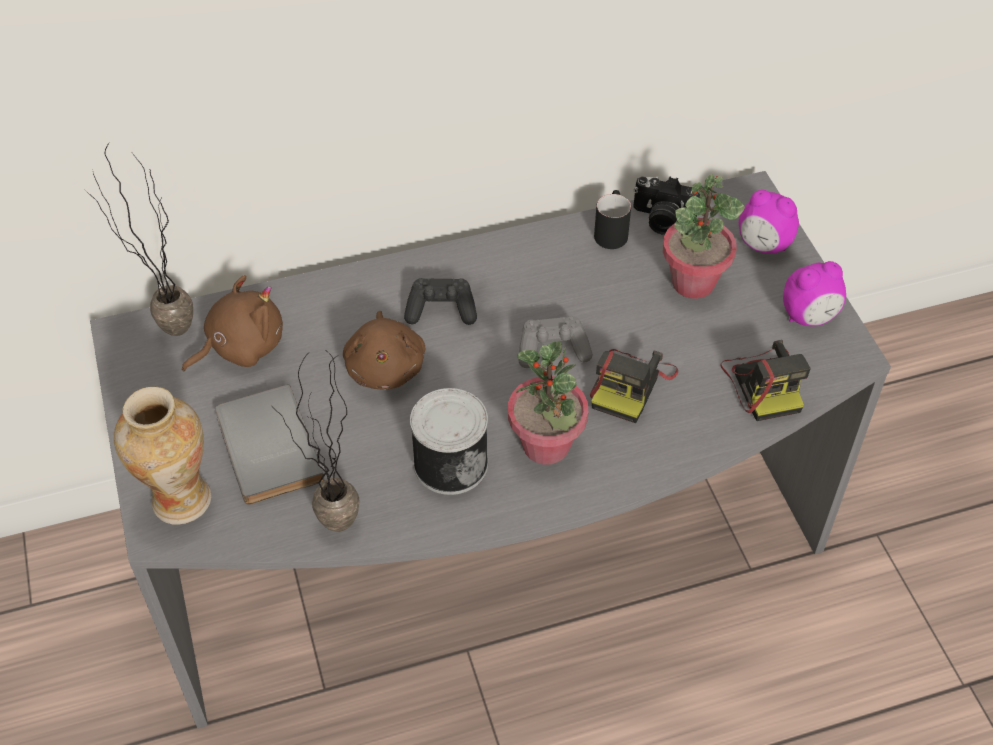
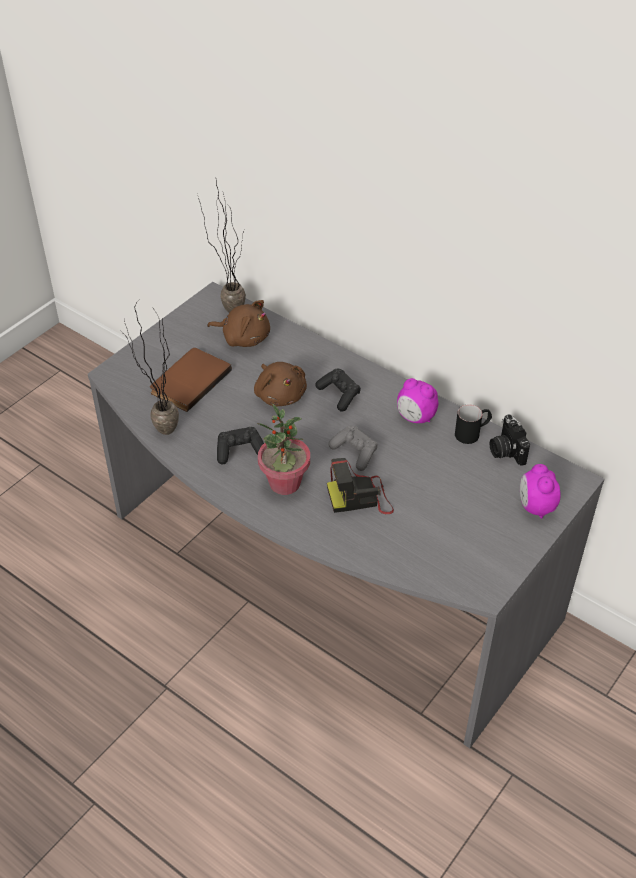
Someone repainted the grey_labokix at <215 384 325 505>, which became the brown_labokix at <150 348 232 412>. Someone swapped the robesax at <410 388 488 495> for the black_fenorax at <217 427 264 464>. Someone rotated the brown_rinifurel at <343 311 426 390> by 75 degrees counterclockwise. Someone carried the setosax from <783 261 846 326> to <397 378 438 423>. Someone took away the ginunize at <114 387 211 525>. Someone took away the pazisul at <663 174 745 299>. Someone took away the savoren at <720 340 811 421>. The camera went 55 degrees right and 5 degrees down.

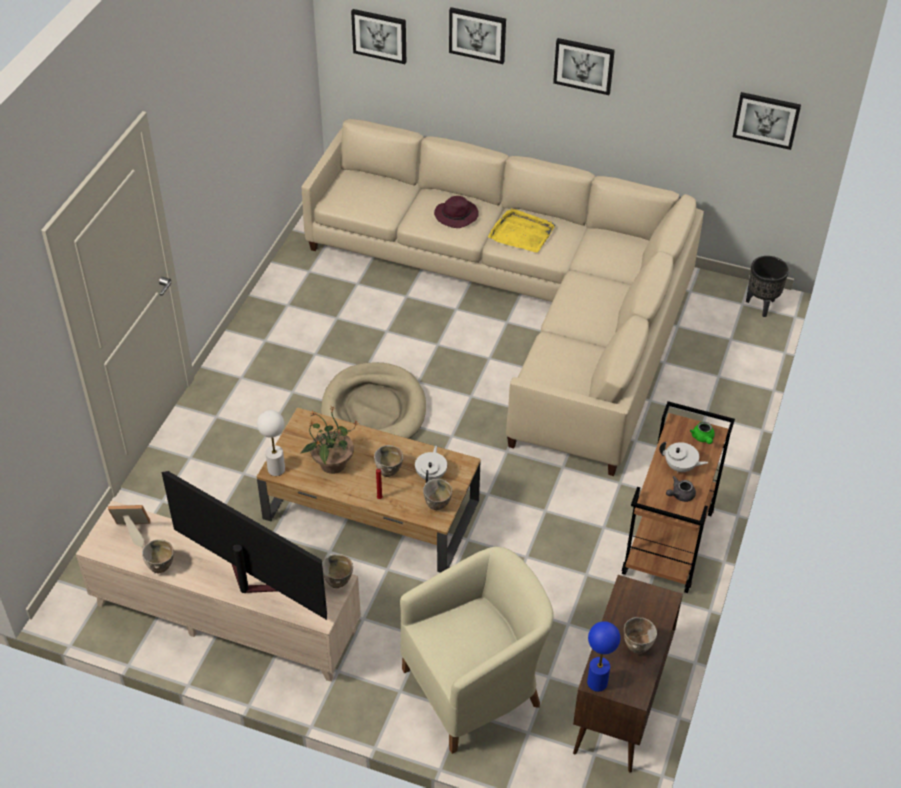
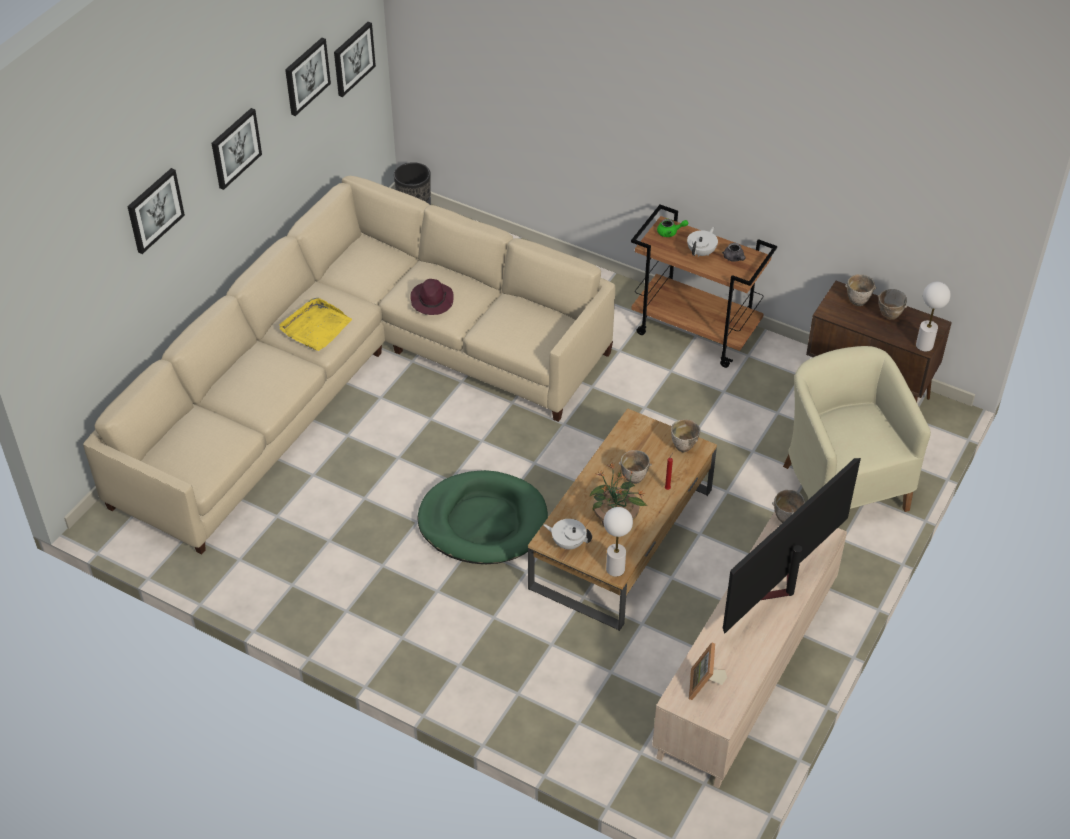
Someone carried the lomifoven from <351 9 406 64> to <285 38 331 116>. Someone carried the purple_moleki from <434 196 479 228> to <410 279 454 315>. Someone repainted the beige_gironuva at <321 362 426 439>, which became the green_gironuva at <418 470 548 564>. Someone carried the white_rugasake from <415 446 447 483> to <544 519 592 550>. Someone carried the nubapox from <142 539 174 573> to <845 274 876 306>. Someone repainted the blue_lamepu at <587 621 620 692>, which became the white_lamepu at <916 282 951 352>. The camera went 80 degrees left and 0 degrees up.

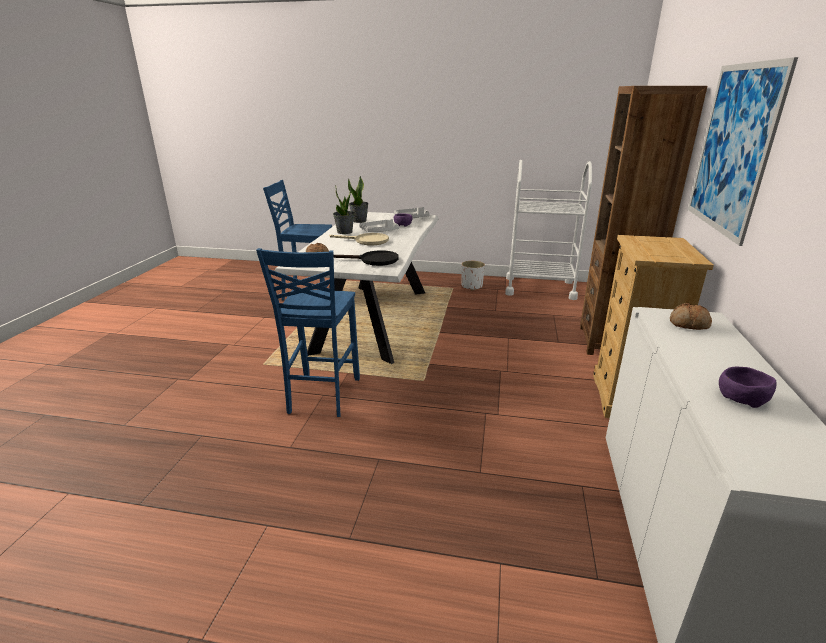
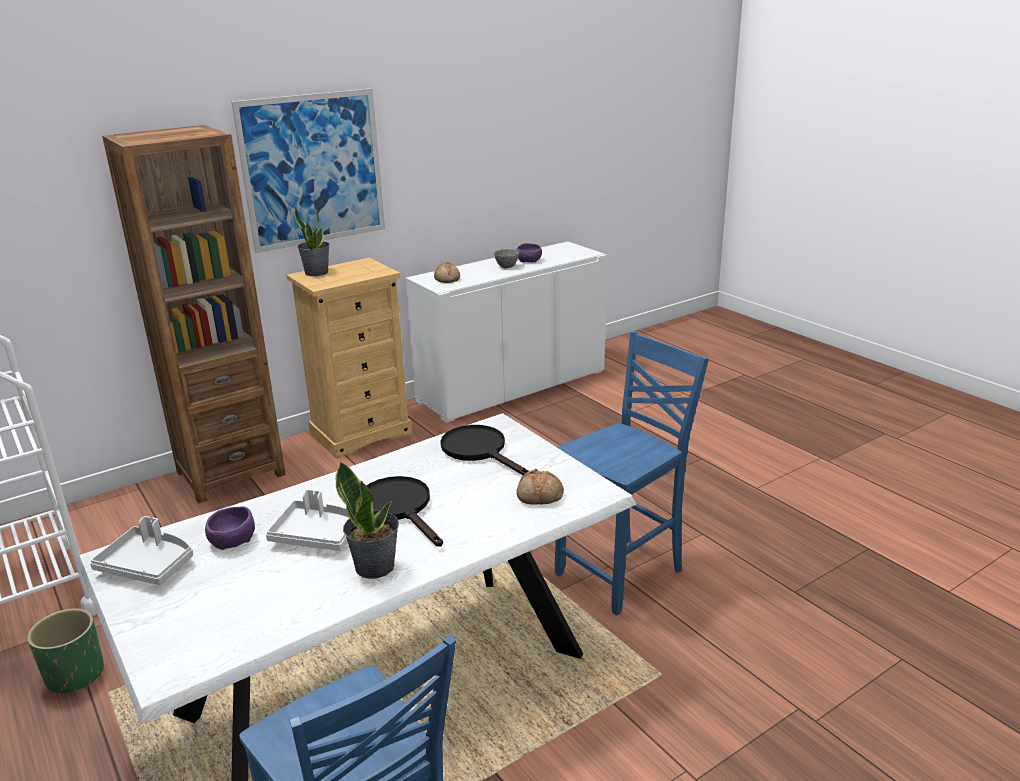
Someone repainted the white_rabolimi at <461 261 485 290>, which became the green_rabolimi at <27 608 104 693>. Someone carried the pazisul from <348 176 369 223> to <294 206 329 276>. Someone repainted the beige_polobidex at <329 233 389 246>, which became the black_polobidex at <367 476 443 547>. Someone put down the grey_nubapox at <494 249 519 269>. The camera went 135 degrees left and 0 degrees up.

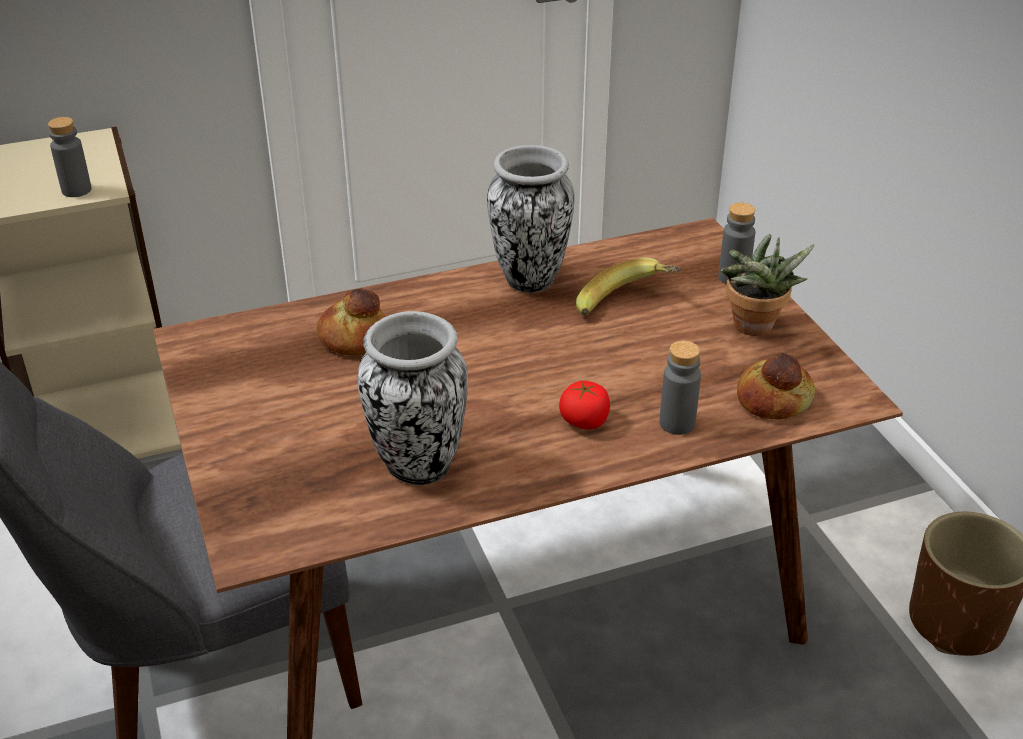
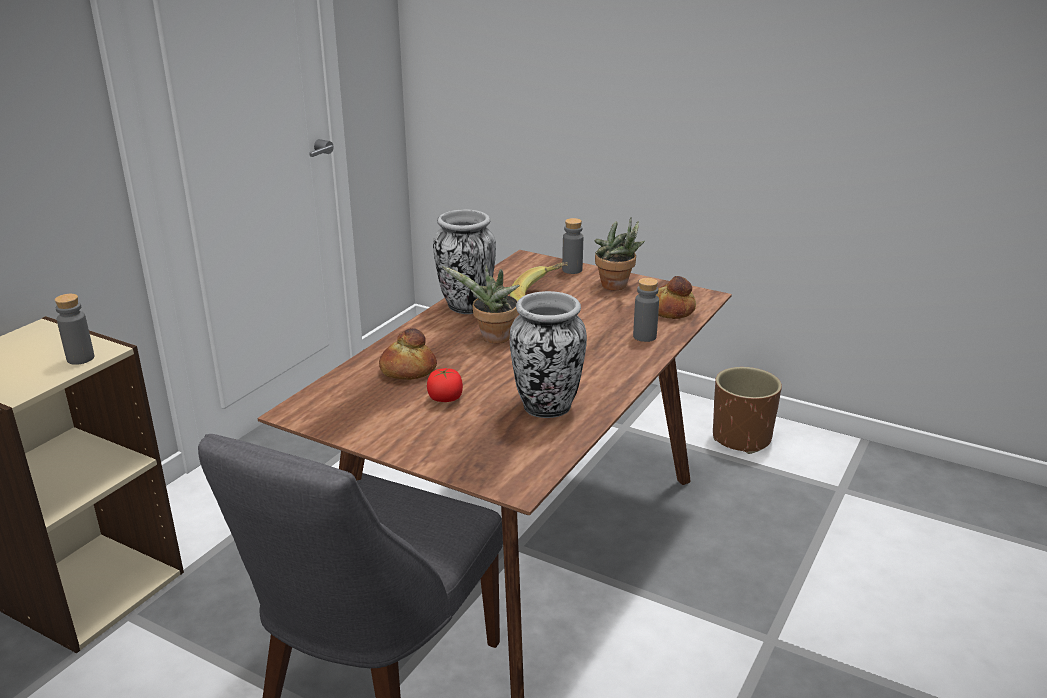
Someone carried the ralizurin from <559 381 610 429> to <427 368 463 402>. Someone put down the pazisul at <442 265 520 344>. The camera went 40 degrees left and 10 degrees down.

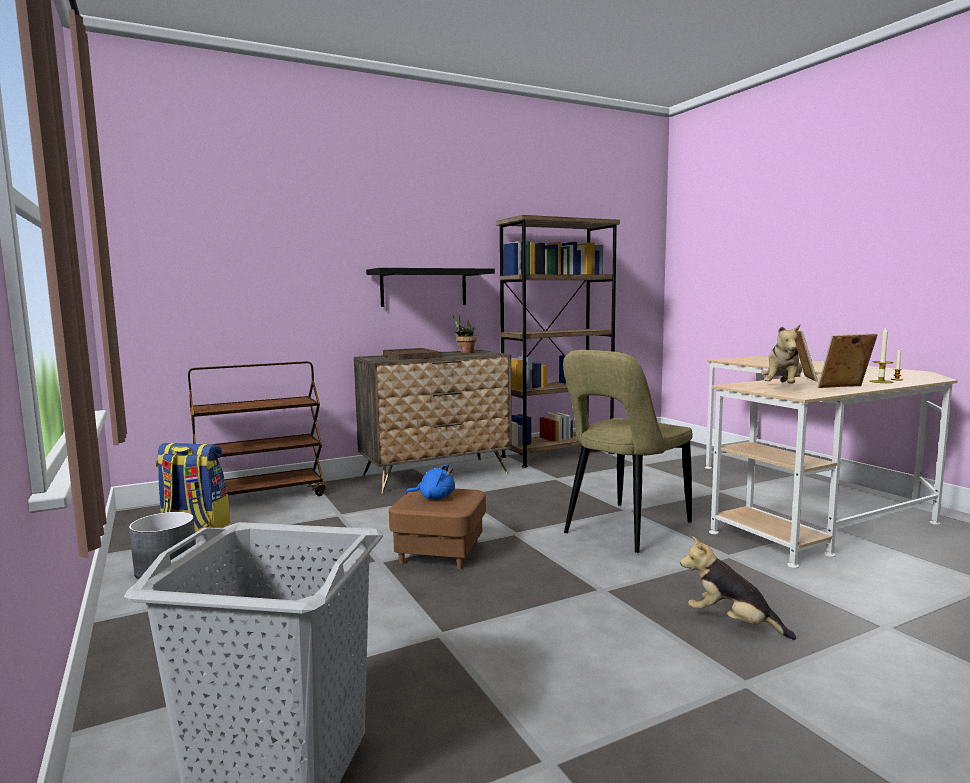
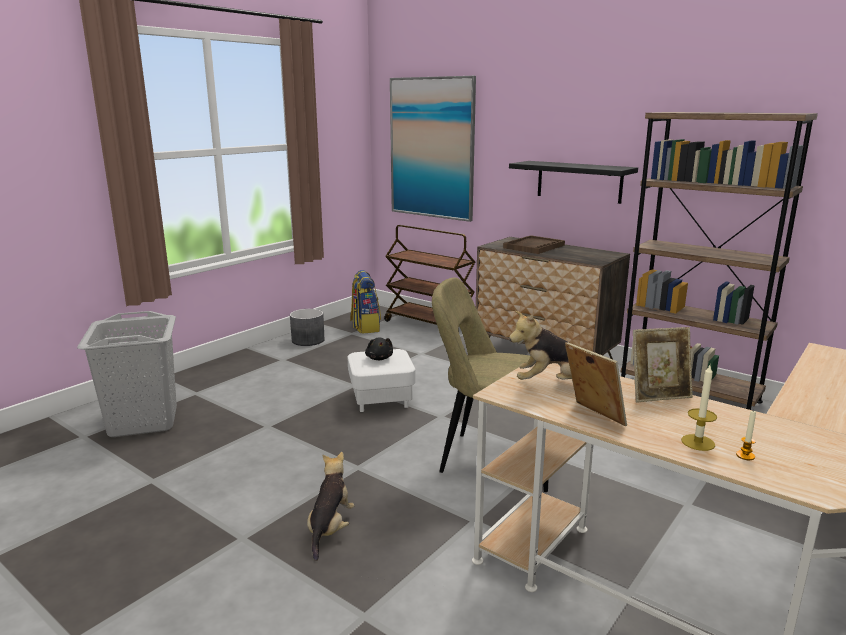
Someone repainted the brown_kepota at <389 489 486 569>, which became the white_kepota at <347 349 416 412>. Someone repainted the blue_rinifurel at <405 464 455 499>, which became the black_rinifurel at <365 338 393 360>. Someone put up the lomifoven at <390 76 476 222>. Someone took away the pazisul at <453 316 477 353>. The camera went 65 degrees right and 10 degrees up.

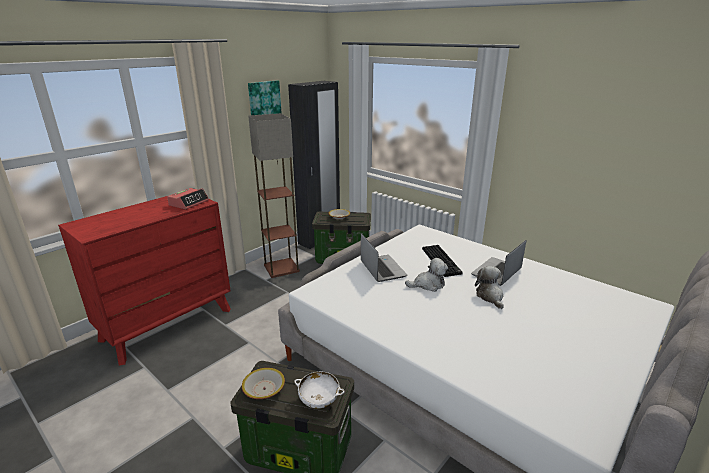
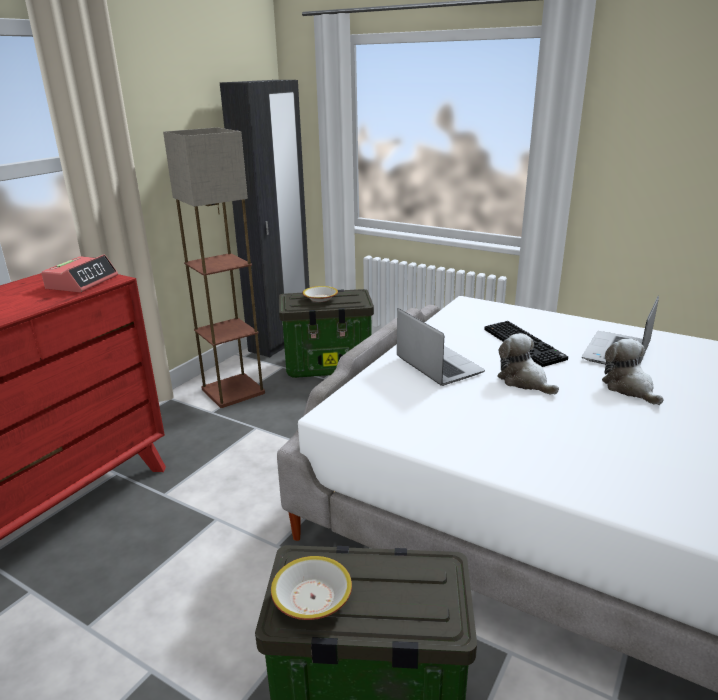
Someone rotated the rinifurel at <405 258 448 292> by 105 degrees counterclockwise. Someone took away the lomifoven at <248 80 282 115>. Someone took away the white_nubapox at <294 372 345 409>. The camera went 10 degrees left and 0 degrees up.

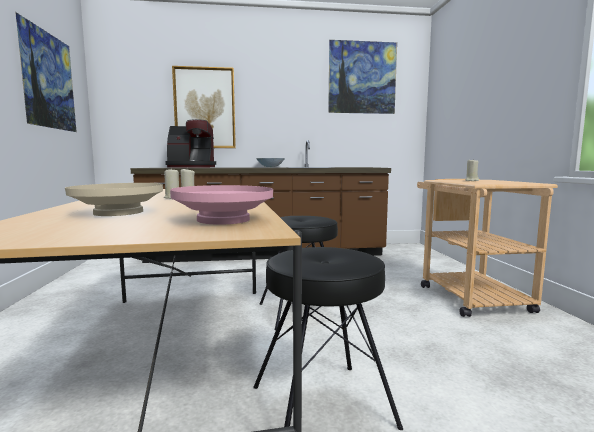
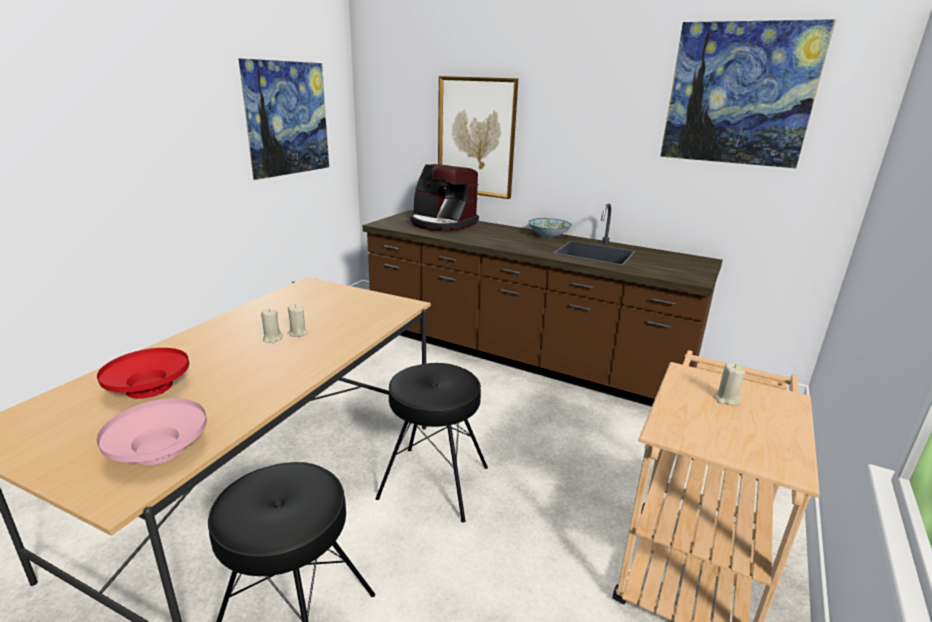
Someone repainted the beige_nubapox at <65 183 163 216>, which became the red_nubapox at <97 348 189 399>. The camera went 35 degrees right and 15 degrees up.

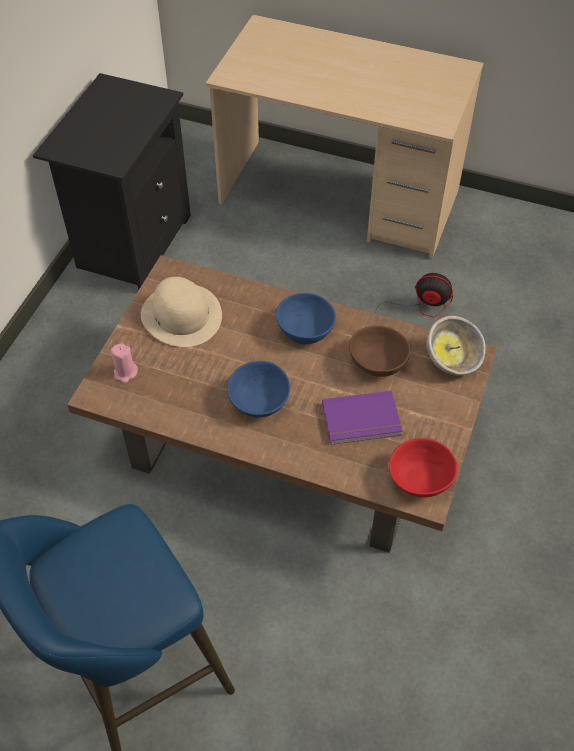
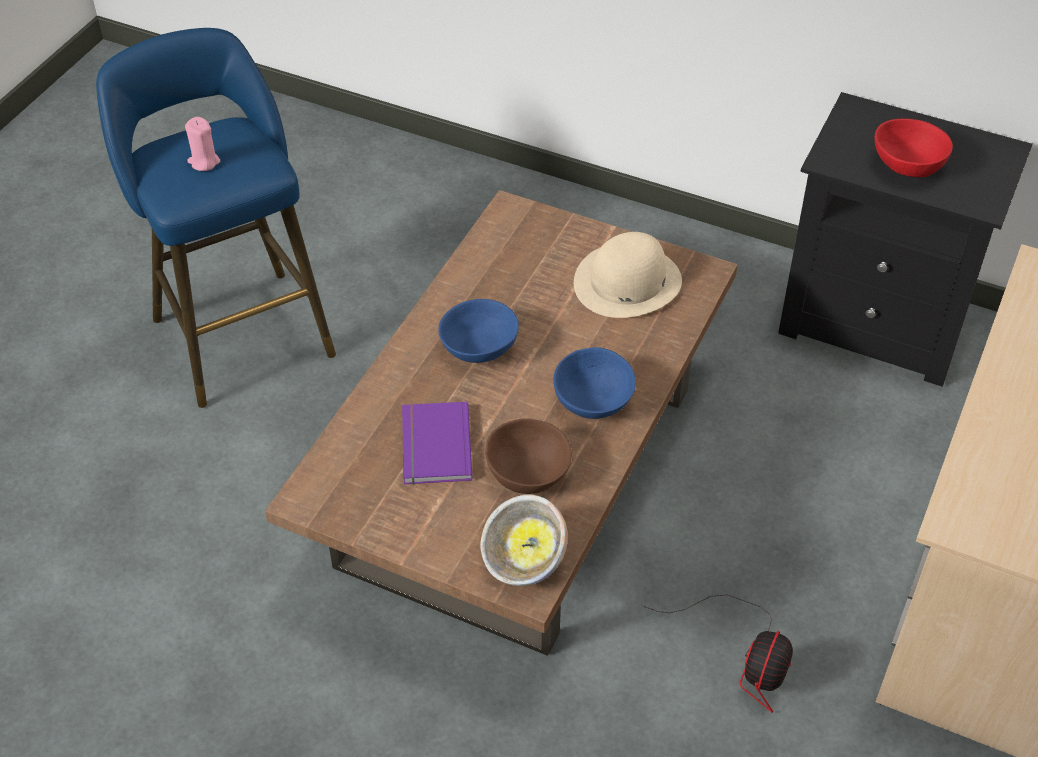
Someone carried the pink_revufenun from <111 343 138 383> to <185 117 220 171>. Someone carried the red_nubapox from <389 438 457 497> to <875 119 953 177>. The camera went 95 degrees right and 5 degrees down.

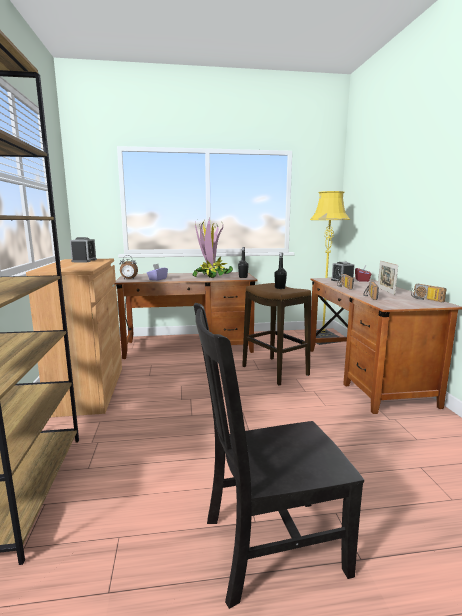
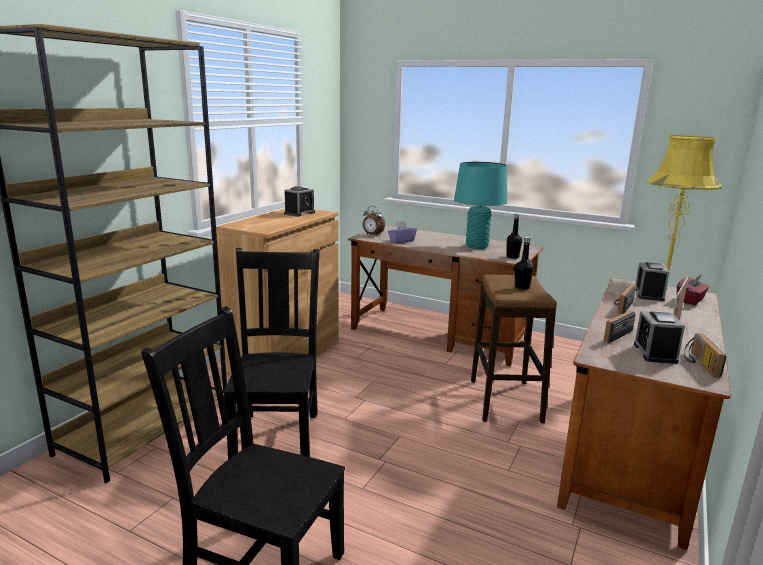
Someone put down the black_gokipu at <224 248 320 460>. Someone swapped the pazisul at <193 217 233 278> for the turquoise_lamepu at <454 162 508 249>. Someone put down the setosax at <634 311 685 364>. The camera went 35 degrees right and 5 degrees up.

